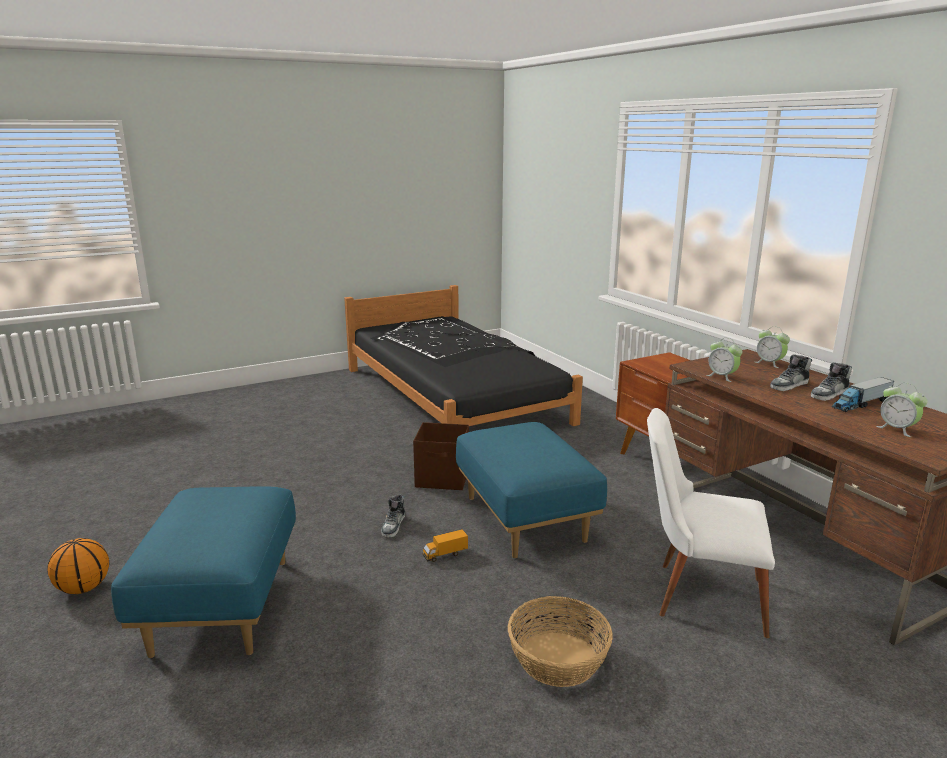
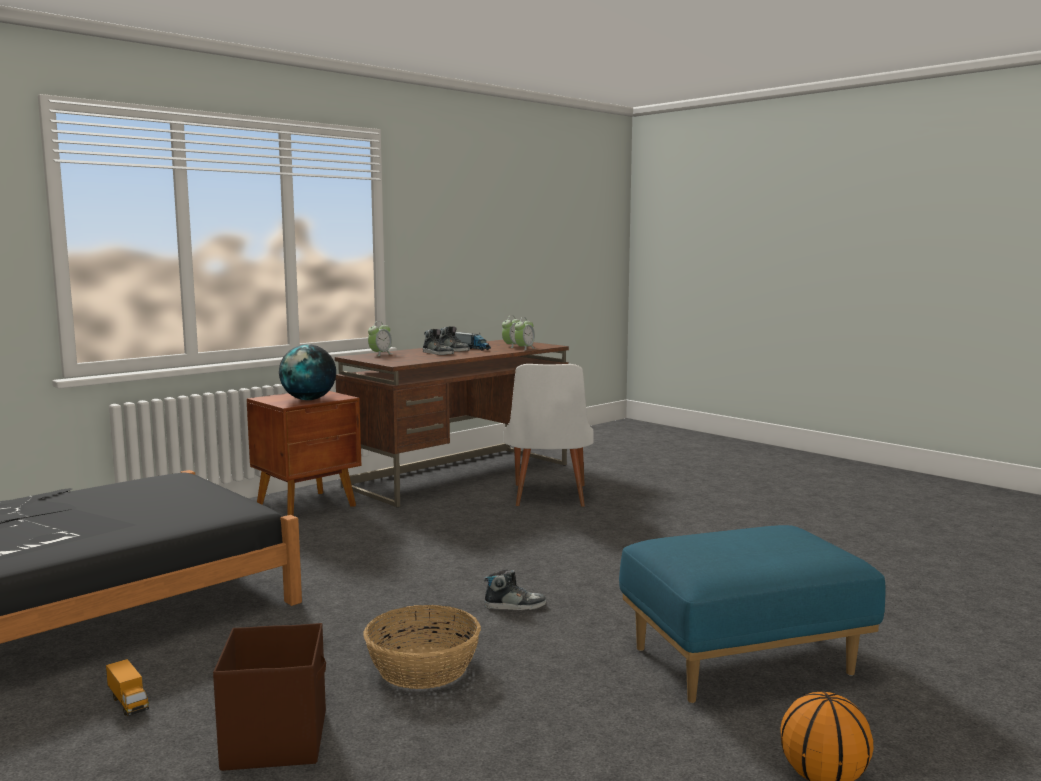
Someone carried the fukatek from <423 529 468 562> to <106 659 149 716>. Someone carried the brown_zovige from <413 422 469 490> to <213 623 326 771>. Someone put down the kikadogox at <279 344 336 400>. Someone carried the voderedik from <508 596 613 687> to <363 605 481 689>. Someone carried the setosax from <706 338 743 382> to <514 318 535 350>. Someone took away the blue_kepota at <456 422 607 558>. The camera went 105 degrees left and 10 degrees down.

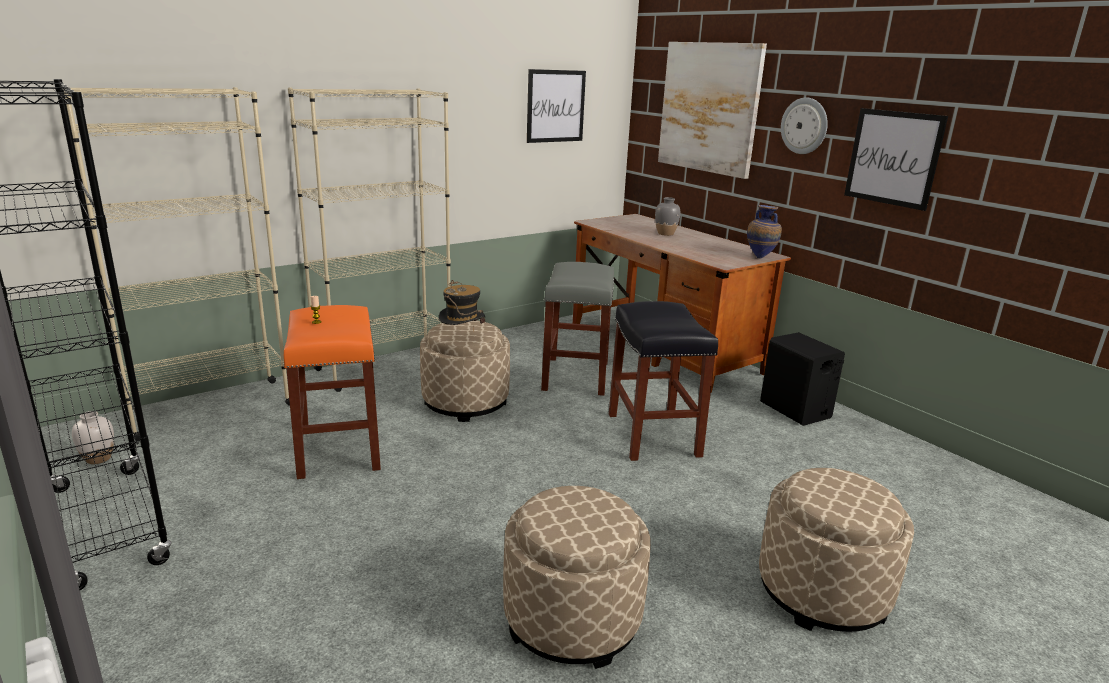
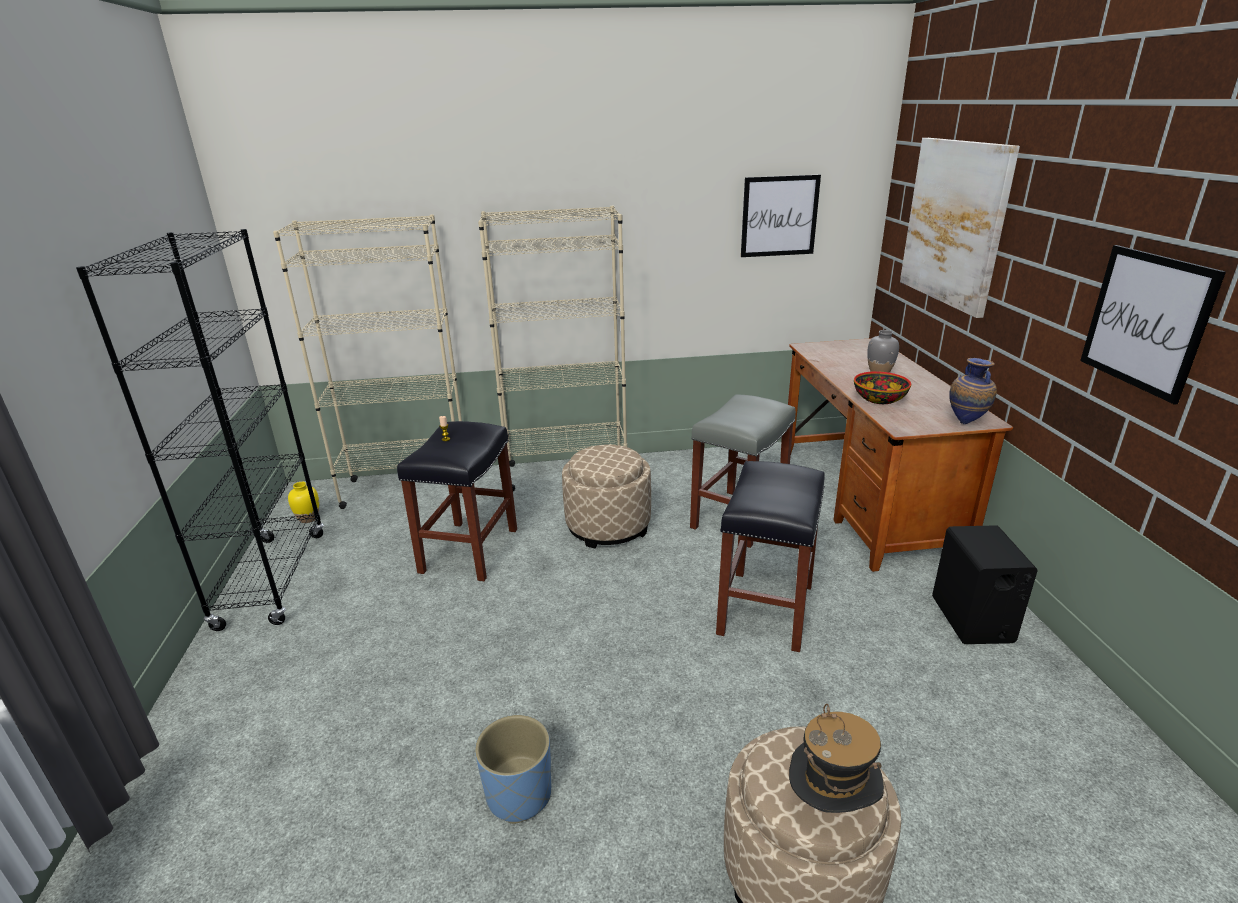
Someone repainted the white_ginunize at <72 411 114 464>, which became the yellow_ginunize at <288 482 319 523>. Someone repainted the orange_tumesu at <283 305 381 479>, which became the black_tumesu at <397 421 517 581>. Someone swapped the beige_kepota at <503 486 651 669> for the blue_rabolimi at <475 715 551 824>. Someone carried the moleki from <439 280 485 331> to <789 704 884 813>. Someone put down the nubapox at <854 371 911 404>. Someone took away the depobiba at <781 98 828 154>. The camera went 30 degrees right and 5 degrees up.

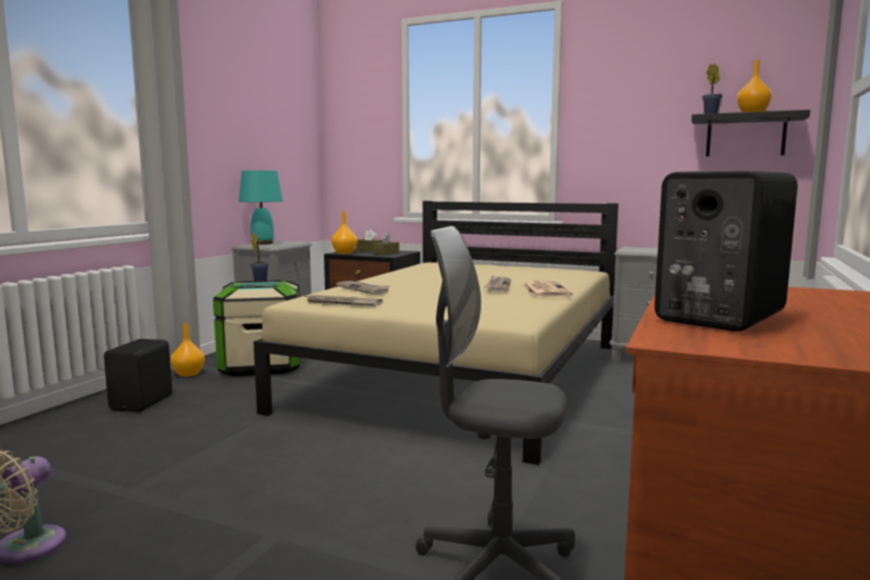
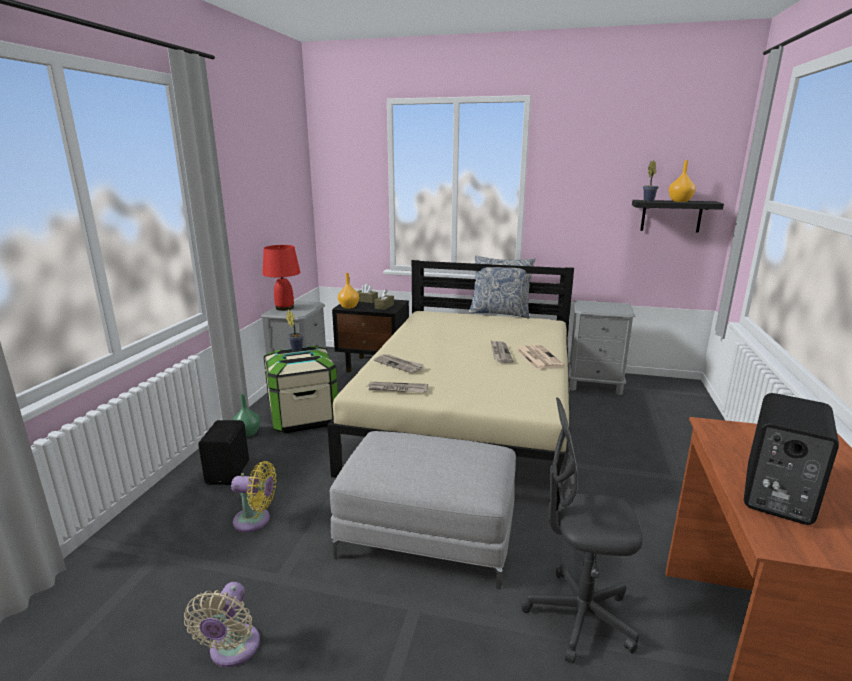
Someone put down the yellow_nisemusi at <231 461 277 532>. Someone repainted the orange_ginunize at <171 323 205 377>, which became the green_ginunize at <233 394 260 437>. Someone repainted the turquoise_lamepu at <239 170 283 245>, which became the red_lamepu at <262 245 300 311>. Someone put down the grey_kepota at <330 431 516 589>. Someone put down the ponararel at <469 256 535 319>. The camera went 10 degrees left and 10 degrees up.

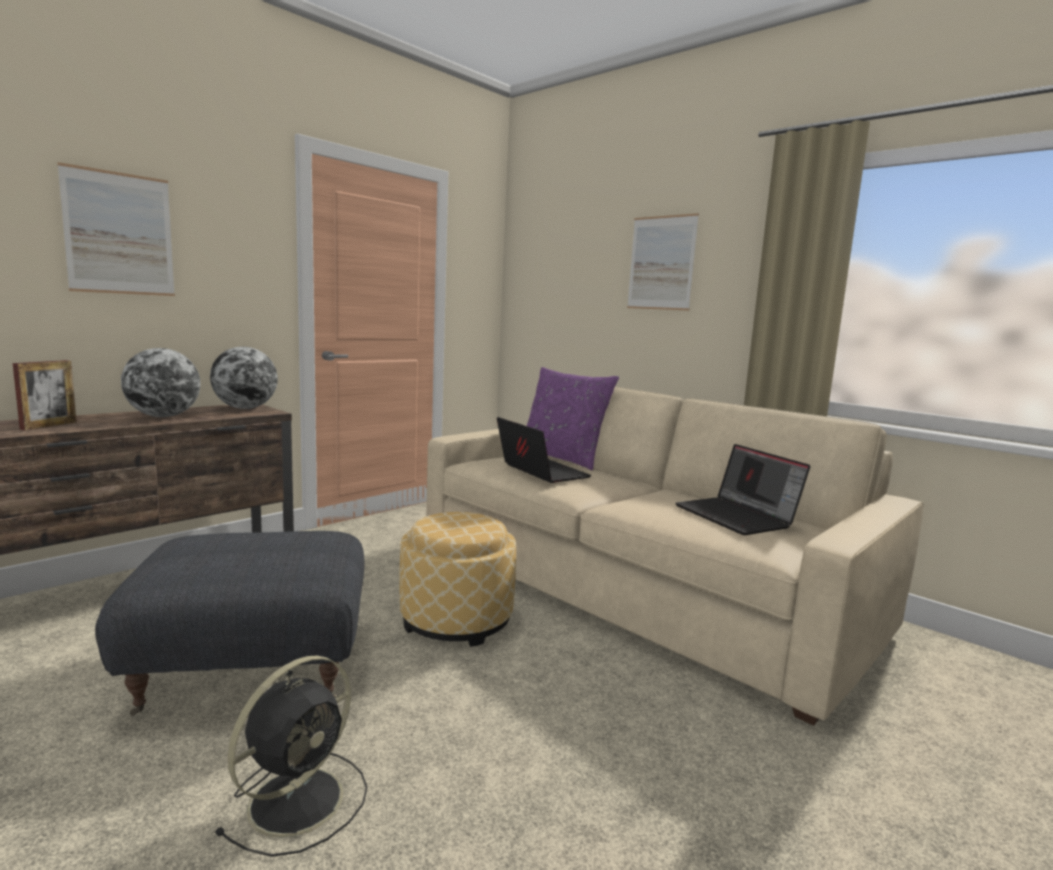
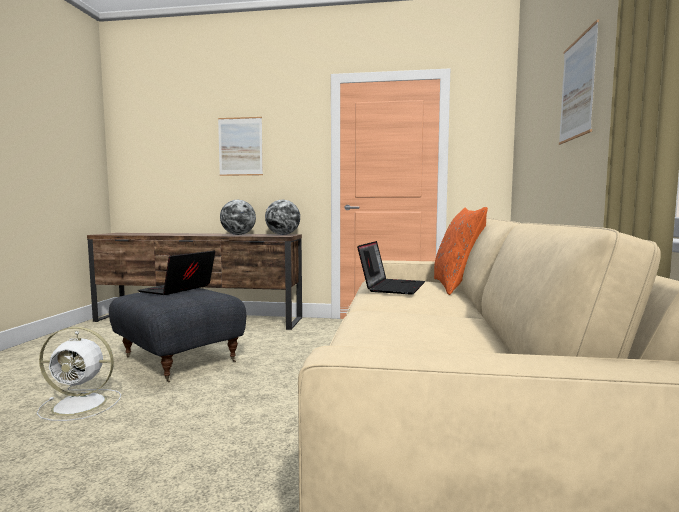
Someone repainted the black_nisemusi at <214 656 367 857>, which became the white_nisemusi at <37 327 121 421>. Someone carried the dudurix from <675 444 810 535> to <138 251 215 295>. Someone repainted the purple_ponararel at <527 367 619 470>, which became the orange_ponararel at <434 207 488 295>. Someone took away the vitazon at <13 360 77 430>. Someone took away the kepota at <400 512 516 647>. The camera went 55 degrees right and 5 degrees down.

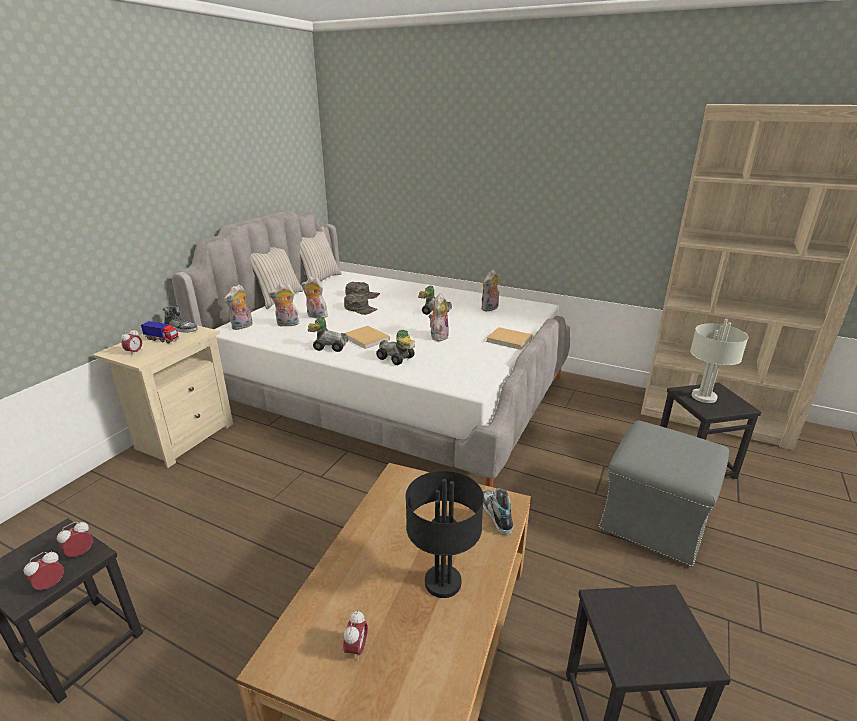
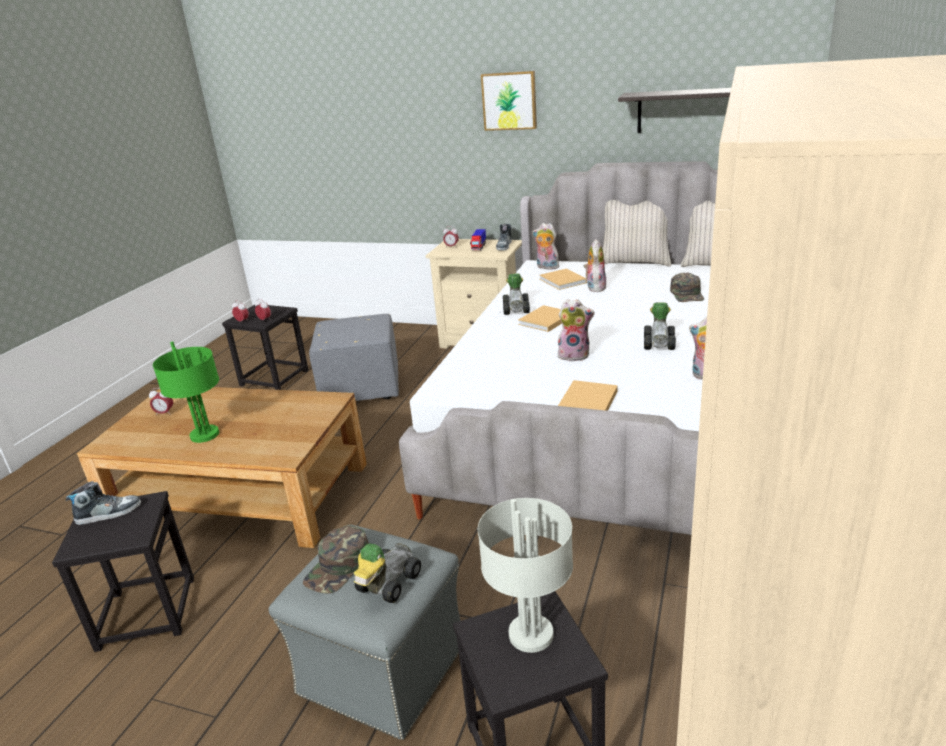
Someone carried the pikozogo from <483 488 513 535> to <66 481 141 525>. Someone repainted the black_lamepu at <405 471 484 598>, which became the green_lamepu at <153 341 219 443>. Someone carried the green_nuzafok from <344 293 378 315> to <303 525 369 594>. Someone put down the grey_kepota at <309 314 399 401>. Someone carried the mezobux from <376 330 415 365> to <353 543 421 603>. Someone put up the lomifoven at <481 71 537 131>. Someone swapped the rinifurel at <269 283 299 327> for the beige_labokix at <539 269 587 290>. Someone put up the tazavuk at <618 88 731 133>. The camera went 85 degrees right and 0 degrees up.

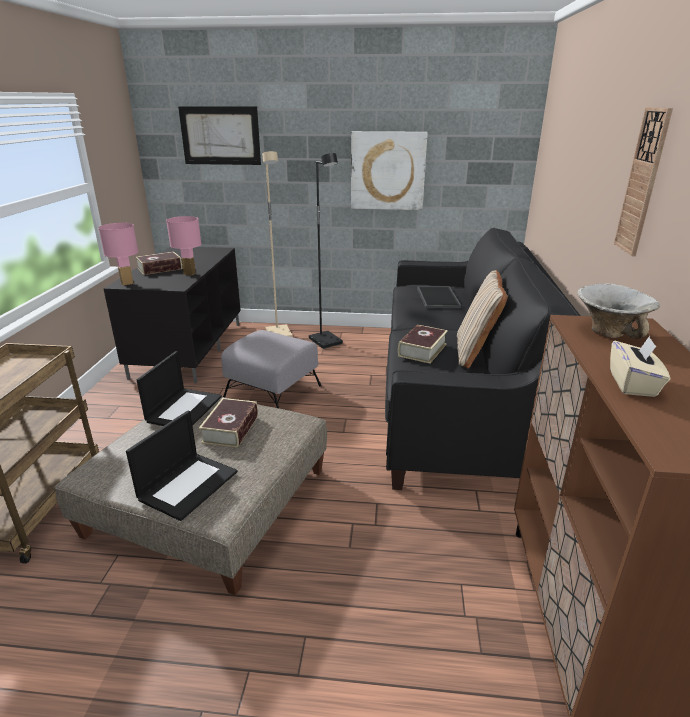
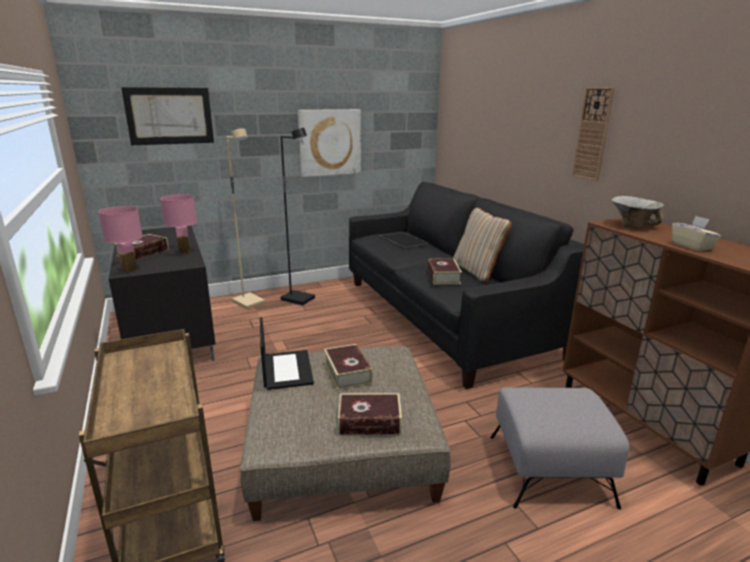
Someone swapped the dudurix at <126 411 237 521> for the labokix at <338 393 402 435>. Someone carried the grey_kepota from <221 330 321 408> to <490 387 630 509>. The camera went 30 degrees left and 5 degrees down.

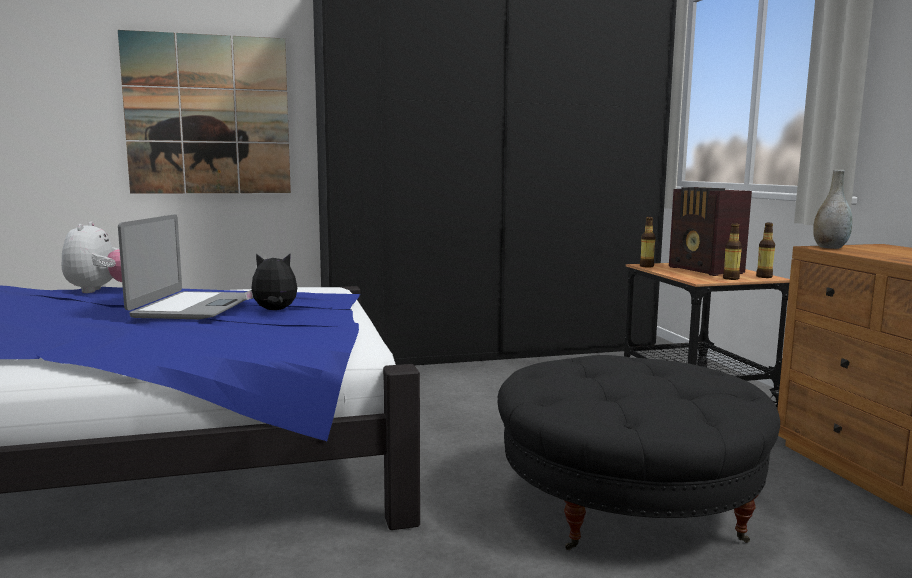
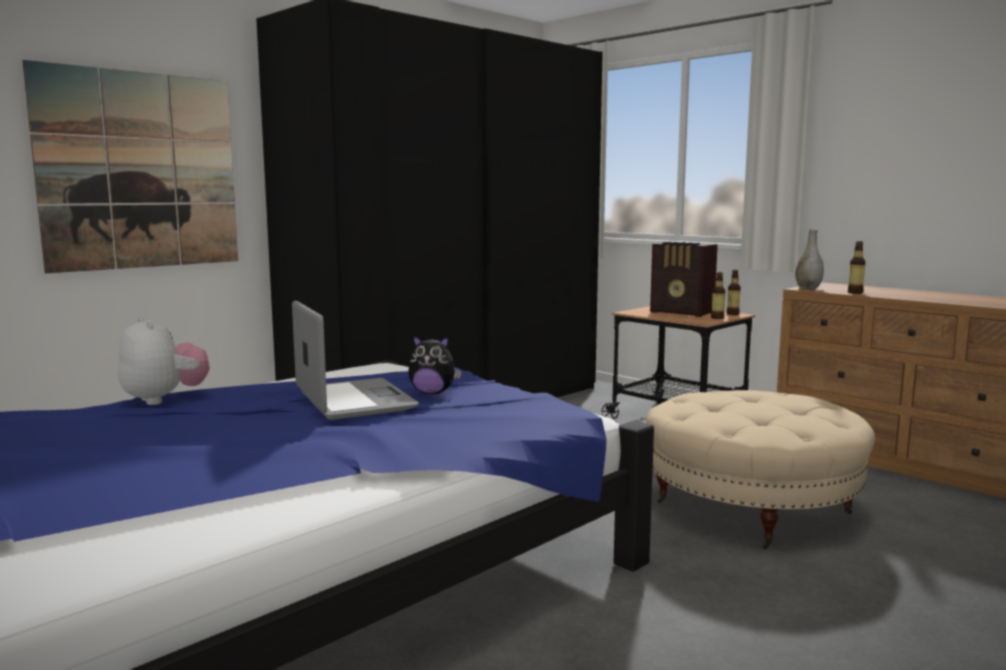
Someone rotated the rinifurel at <245 254 297 310> by 135 degrees counterclockwise. Someone repainted the black_kepota at <498 355 780 550>, which became the beige_kepota at <646 390 875 549>. Someone carried the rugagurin from <640 217 656 268> to <848 241 866 294>. The camera went 30 degrees left and 0 degrees up.

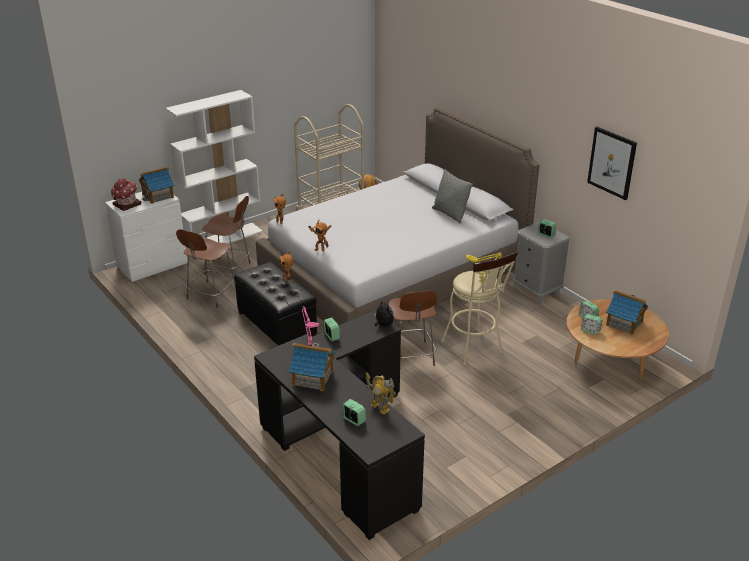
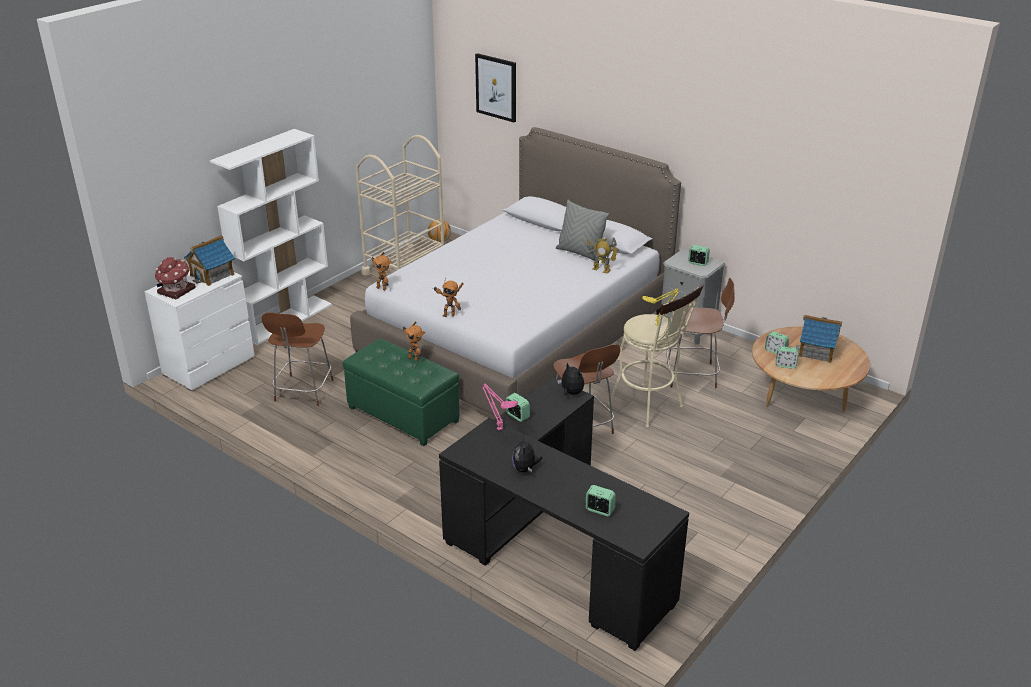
Someone repainted the black_kepota at <234 262 317 346>, which became the green_kepota at <343 339 460 446>. Someone carried the lomifoven from <587 127 637 200> to <475 53 516 122>. Someone swapped the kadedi at <289 343 336 391> for the rinifurel at <512 436 542 472>. Someone carried the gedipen from <366 372 396 415> to <587 237 619 274>. Someone carried the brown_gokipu from <202 196 250 275> to <666 278 735 388>. The camera went 15 degrees left and 0 degrees up.

